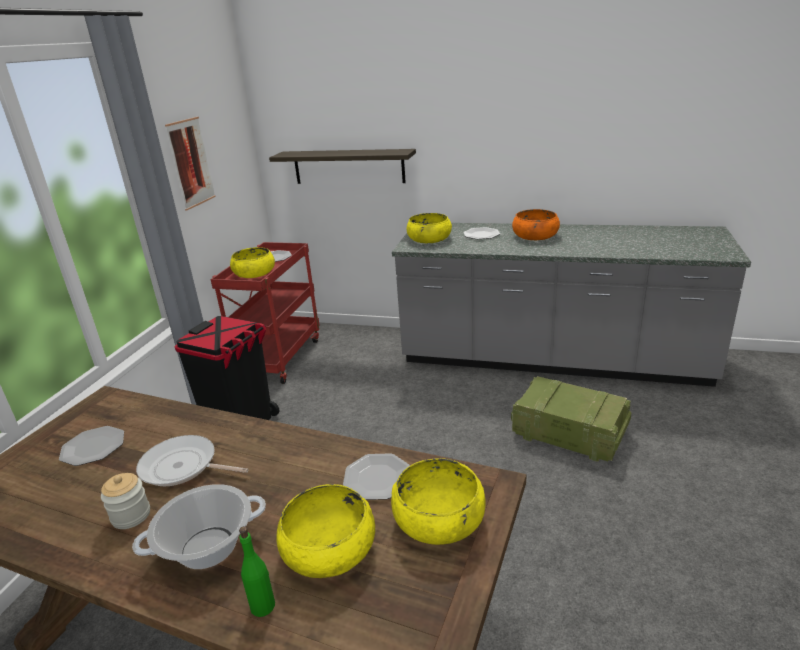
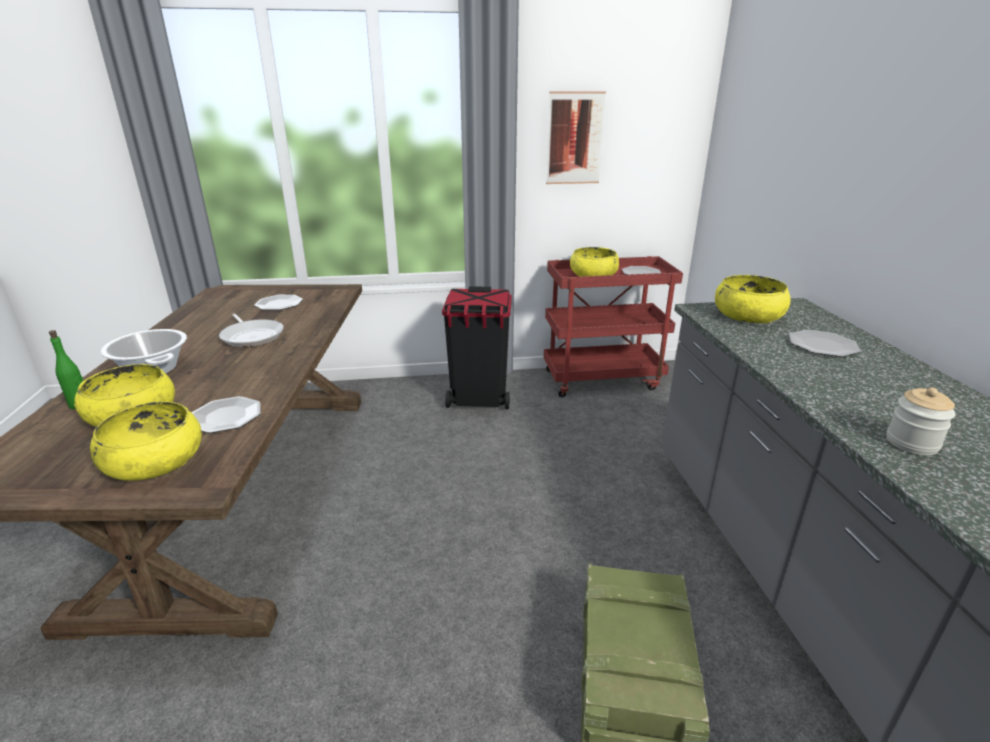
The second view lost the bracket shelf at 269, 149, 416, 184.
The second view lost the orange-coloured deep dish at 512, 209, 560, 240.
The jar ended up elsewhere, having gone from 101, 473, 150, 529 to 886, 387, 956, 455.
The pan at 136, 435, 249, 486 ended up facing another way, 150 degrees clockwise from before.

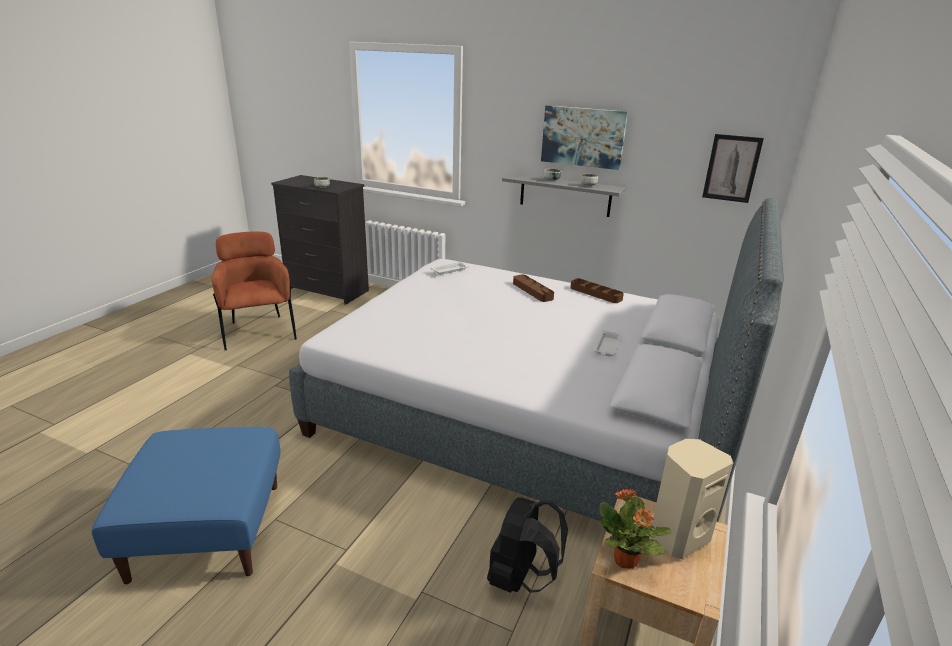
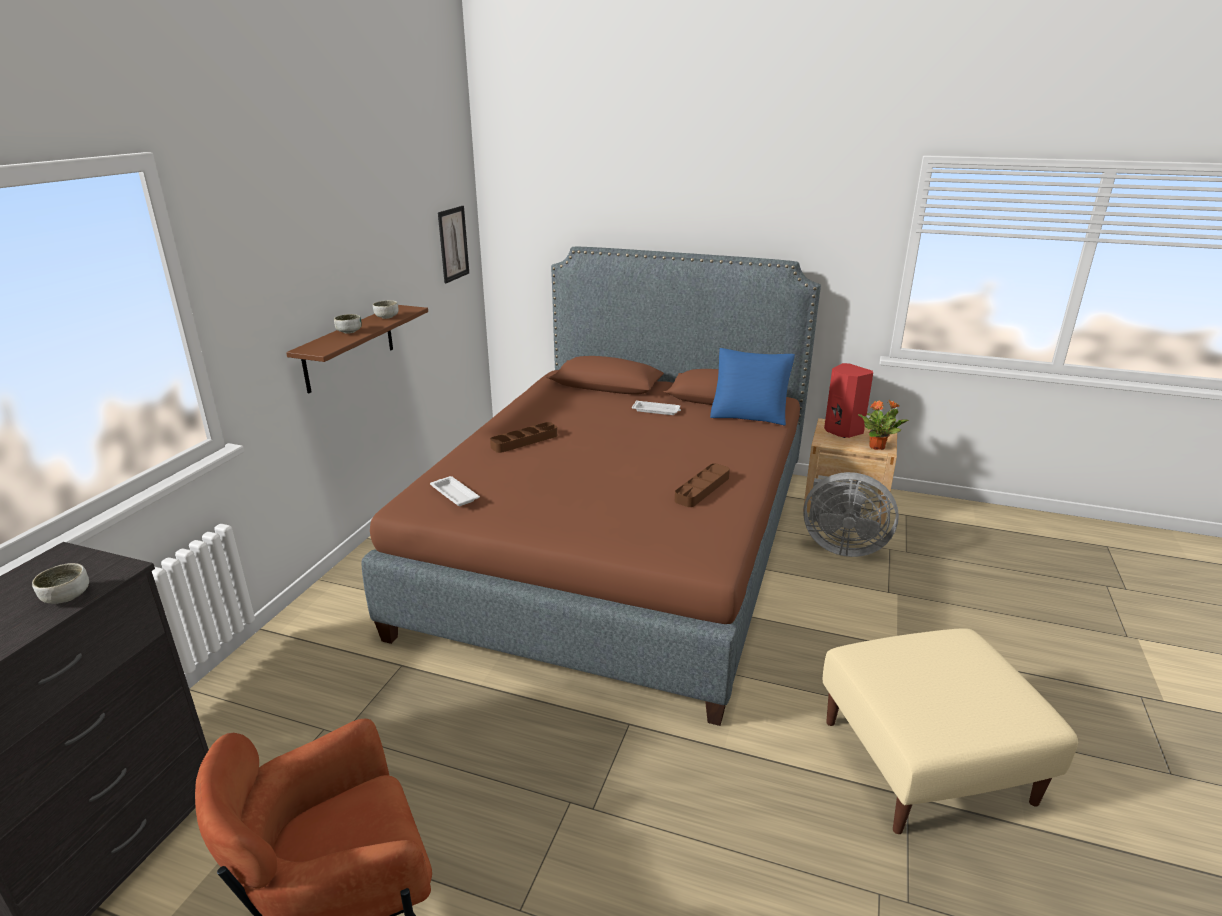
The second view lost the wall picture at 541, 105, 628, 170.
The second view gained the bluish cushion at 710, 348, 795, 426.
The brown carrying tray ended up elsewhere, having gone from 570, 278, 624, 303 to 675, 463, 730, 507.
Where the blackish backpack stood at 487, 497, 568, 593, the greyish electric fan came to stand at 803, 472, 899, 557.
What was the bluish ottoman at 92, 427, 280, 584 turned into the beige ottoman at 822, 628, 1078, 834.
What was the greyish bedroom bed at 289, 198, 784, 522 turned into the brown bedroom bed at 361, 246, 821, 726.
What was the greyish bracket shelf at 502, 173, 625, 217 turned into the brown bracket shelf at 286, 305, 428, 393.
What was the beige loudspeaker at 652, 439, 733, 559 turned into the reddish loudspeaker at 824, 363, 873, 438.

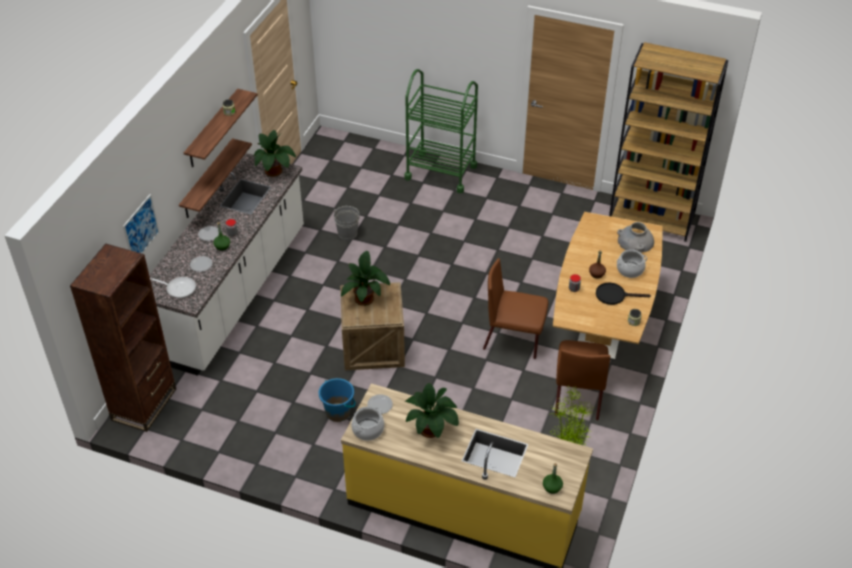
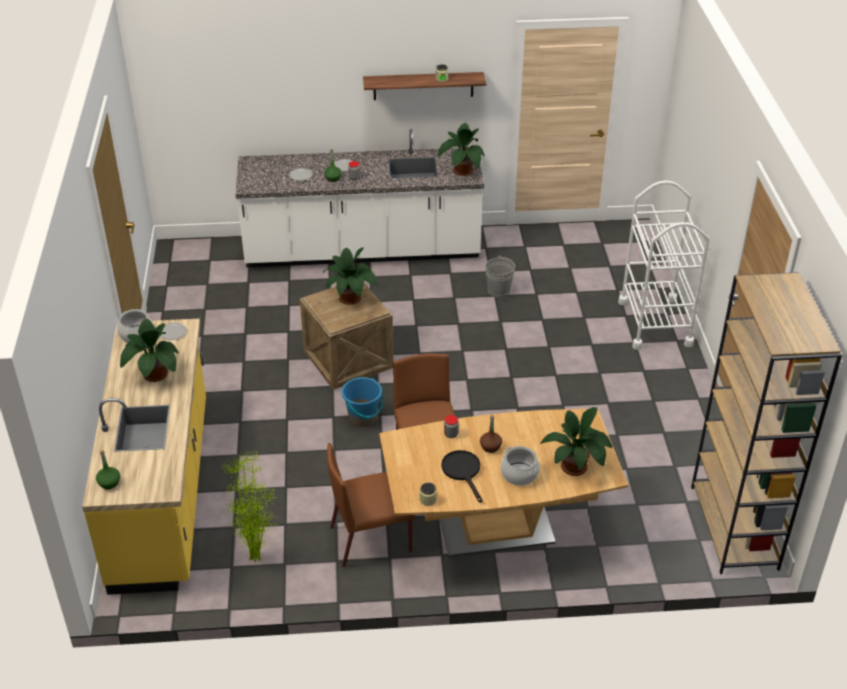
The second view lost the brown bookcase at 70, 243, 176, 432.
The second view lost the wall picture at 123, 194, 159, 254.
The second view lost the pan at 150, 277, 196, 298.
The second view lost the bracket shelf at 179, 138, 252, 218.
The bluish bucket ended up elsewhere, having gone from 318, 378, 356, 422 to 341, 377, 383, 427.
Where the greyish decorative vase stood at 617, 222, 654, 253, the plant in a pot came to stand at 540, 407, 613, 476.
What was the greenish wheeled cart at 404, 69, 478, 193 turned into the white-coloured wheeled cart at 618, 181, 709, 350.

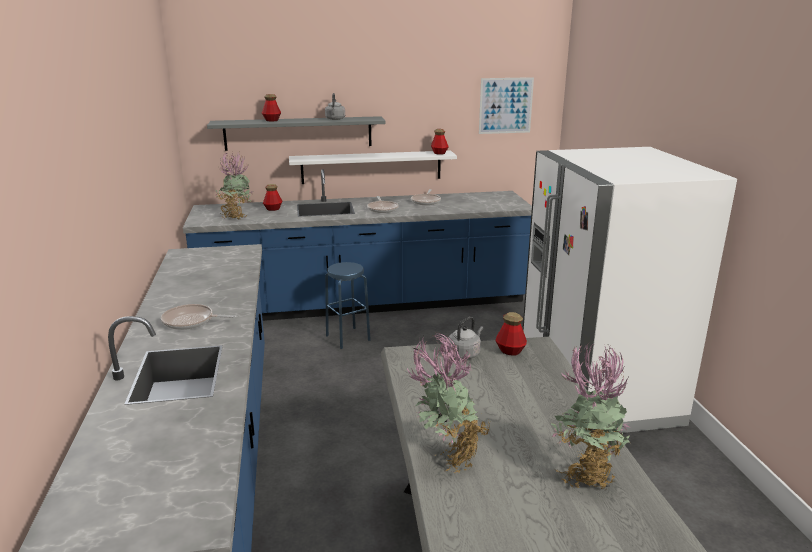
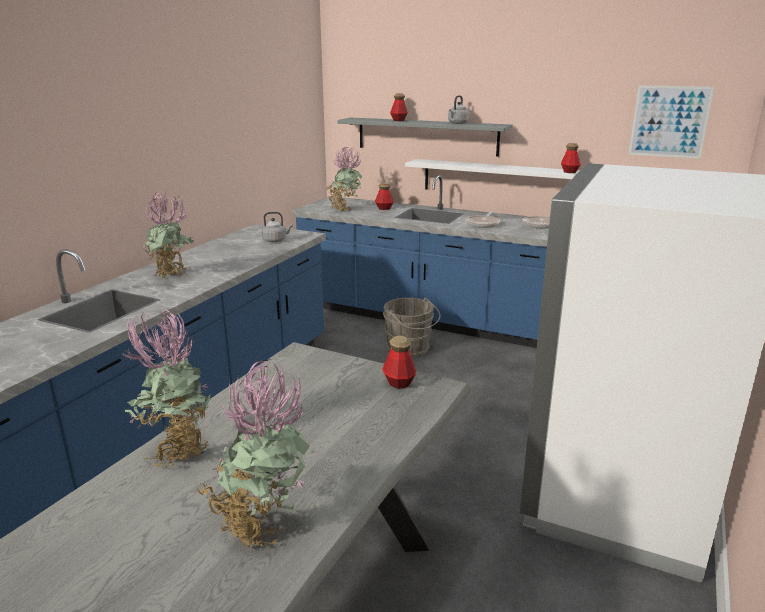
The greyish water kettle ended up elsewhere, having gone from 448, 317, 483, 359 to 262, 212, 293, 242.
Where the pan stood at 161, 304, 237, 330, the plant in a pot came to stand at 143, 193, 194, 278.
Where the bluish stool stood at 325, 262, 371, 349, the greyish bucket came to stand at 383, 298, 441, 358.

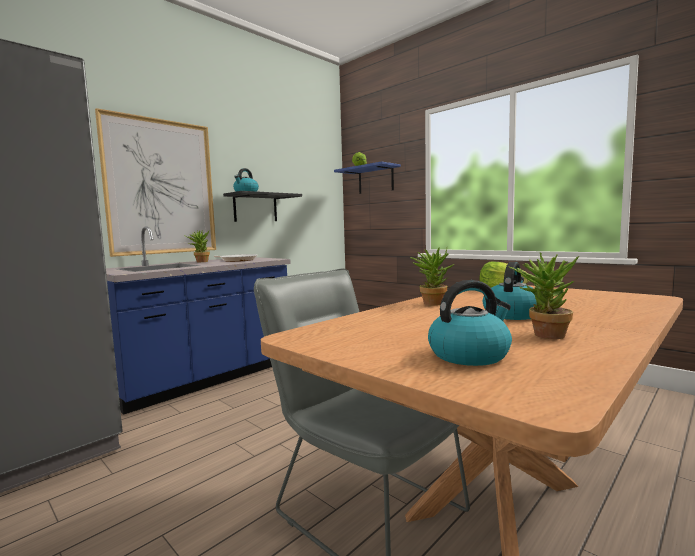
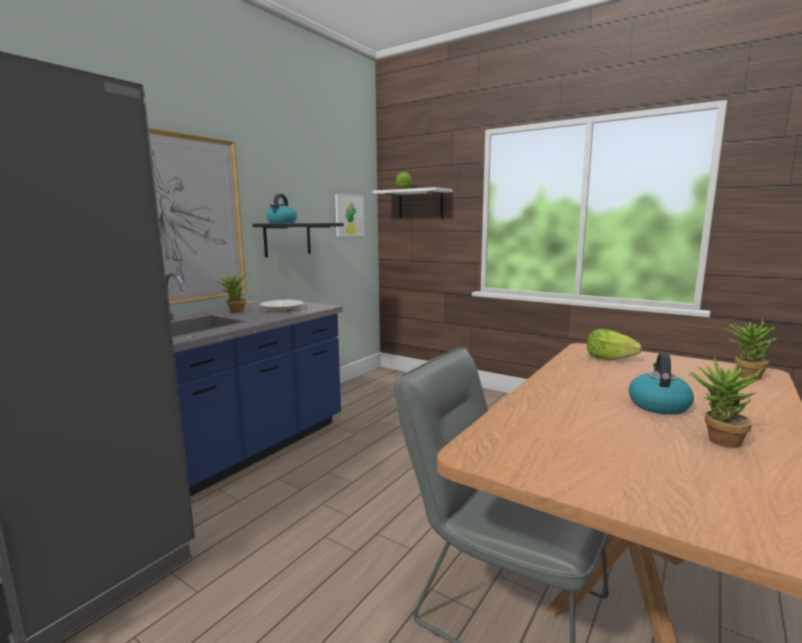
The second view lost the water kettle at 428, 280, 512, 366.
The second view gained the wall picture at 335, 194, 364, 236.
The plant in a pot ended up elsewhere, having gone from 410, 248, 454, 306 to 724, 318, 777, 380.
What was the bluish bracket shelf at 334, 161, 401, 194 turned into the white-coloured bracket shelf at 373, 187, 453, 219.

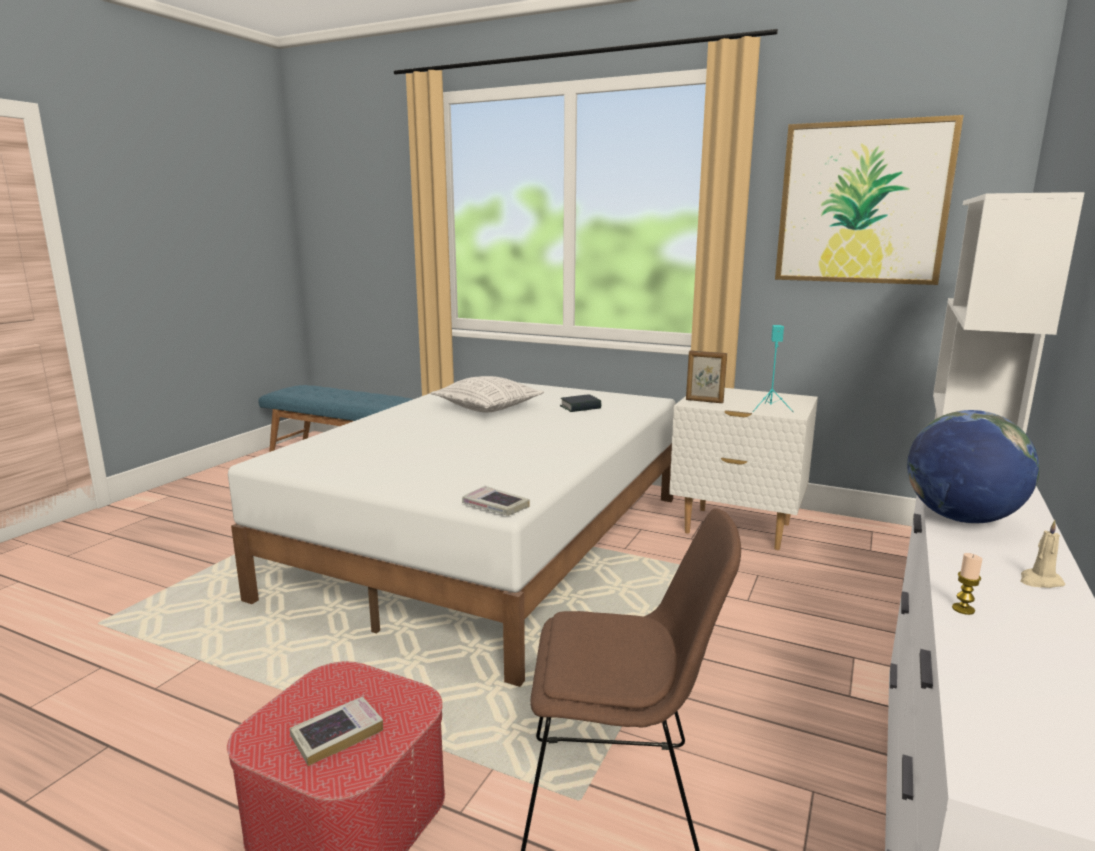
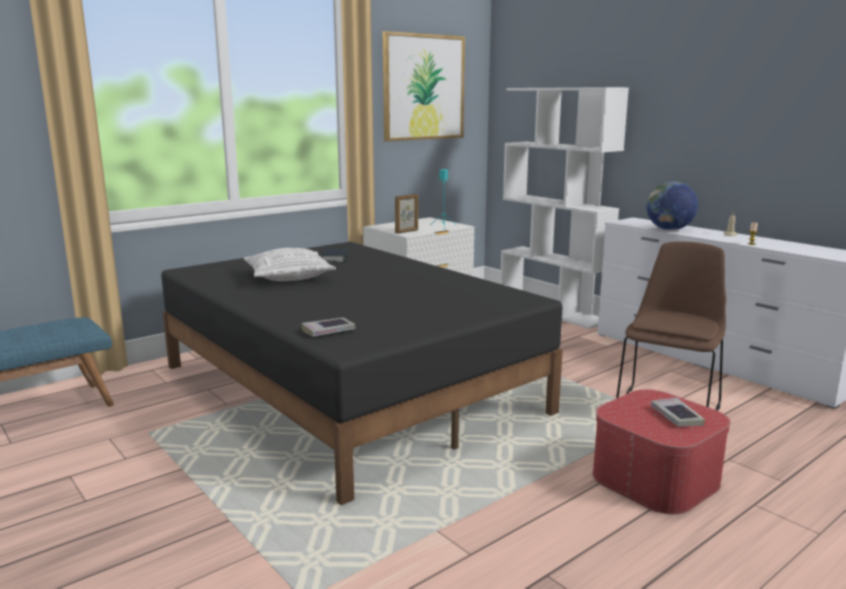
The volume ended up elsewhere, having gone from 462, 486, 530, 516 to 302, 318, 356, 337.
What was the white-coloured bedroom bed at 228, 383, 676, 687 turned into the blackish bedroom bed at 161, 242, 563, 505.

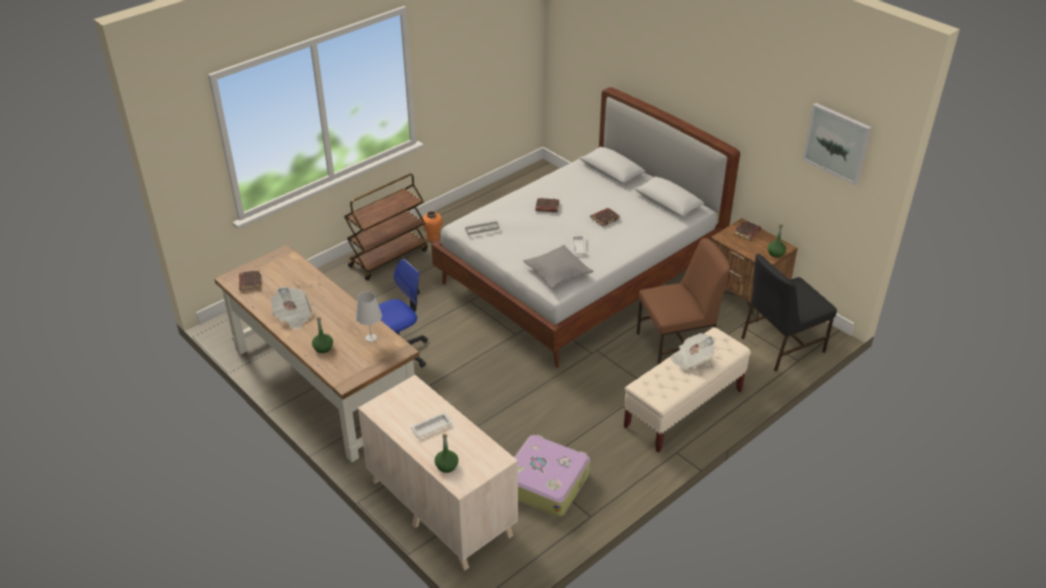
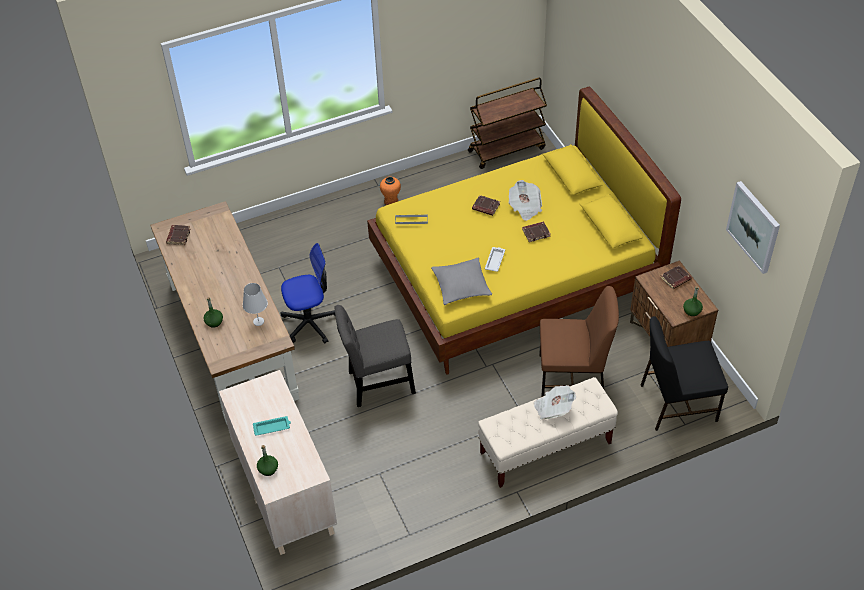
The second view lost the travel case at 514, 435, 590, 517.
The second view gained the greyish plain chair at 334, 305, 416, 407.
The daily paper ended up elsewhere, having gone from 270, 286, 313, 330 to 508, 180, 542, 221.
The brown wheeled cart ended up elsewhere, having gone from 344, 174, 428, 281 to 468, 77, 547, 169.
What was the white-coloured carrying tray at 411, 413, 452, 438 turned into the turquoise-coloured carrying tray at 253, 416, 291, 436.
What was the white-coloured bedroom bed at 431, 87, 740, 368 turned into the yellowish bedroom bed at 367, 87, 681, 375.

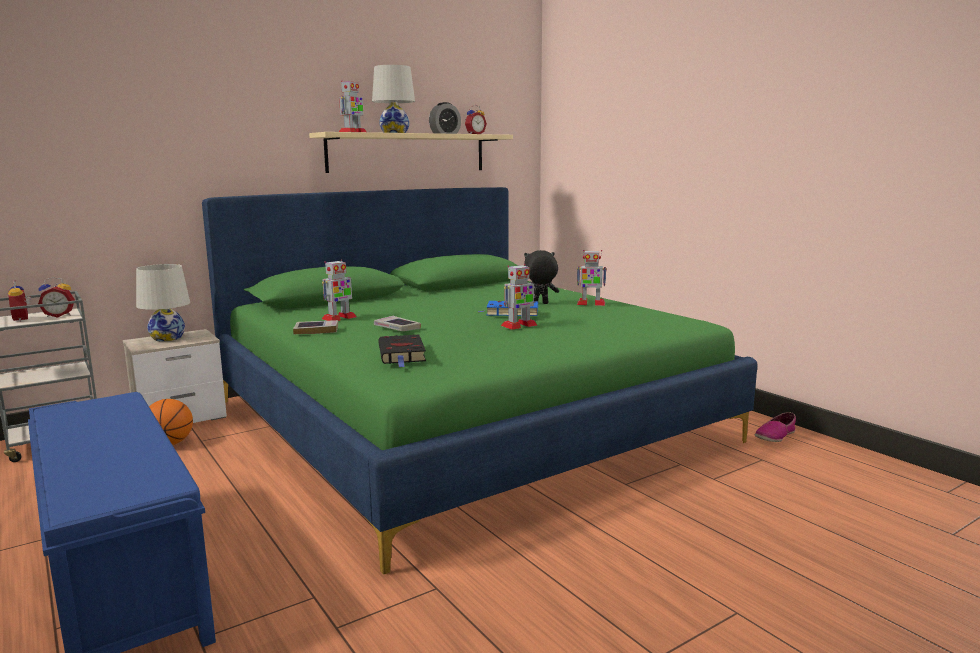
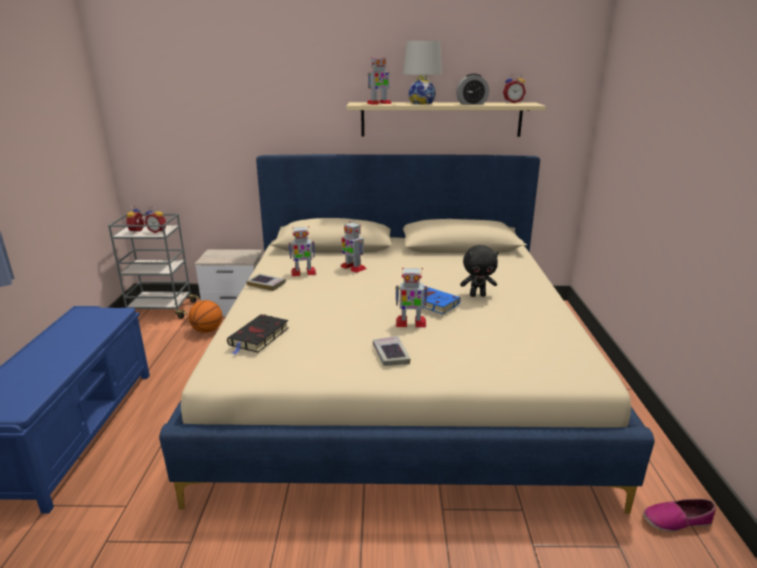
The second view lost the white-coloured table lamp at 136, 264, 190, 341.
The volume ended up elsewhere, having gone from 374, 316, 421, 331 to 373, 336, 411, 366.
The model robot ended up elsewhere, having gone from 577, 250, 607, 306 to 340, 221, 366, 273.
What was the greenish bedroom bed at 202, 187, 757, 574 turned into the beige bedroom bed at 159, 154, 655, 514.
The blackish plush toy at 524, 250, 559, 304 ended up facing another way, 150 degrees clockwise from before.

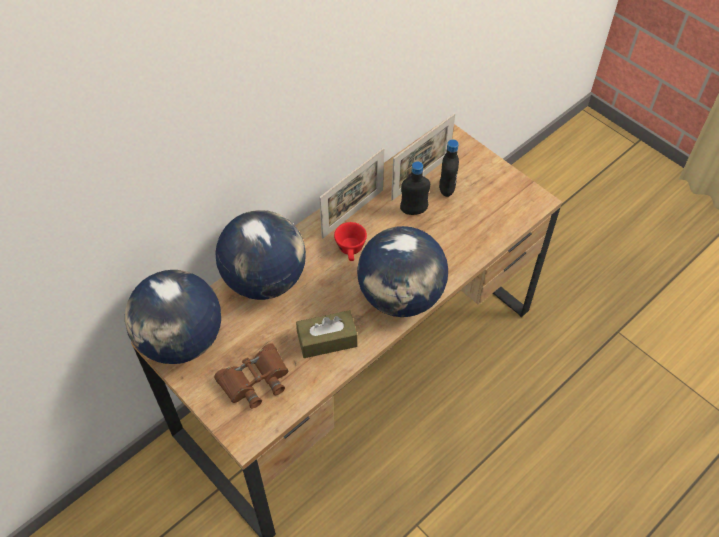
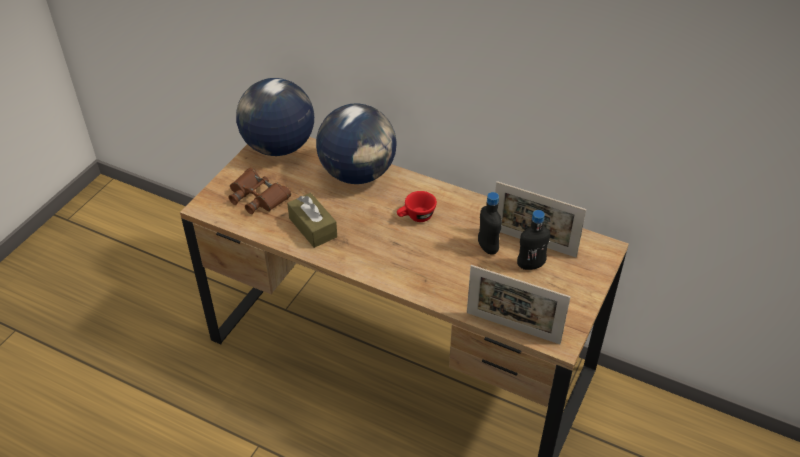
The second view lost the desk globe at 357, 226, 448, 317.
The photo frame ended up elsewhere, having gone from 319, 148, 384, 239 to 467, 265, 570, 344.

